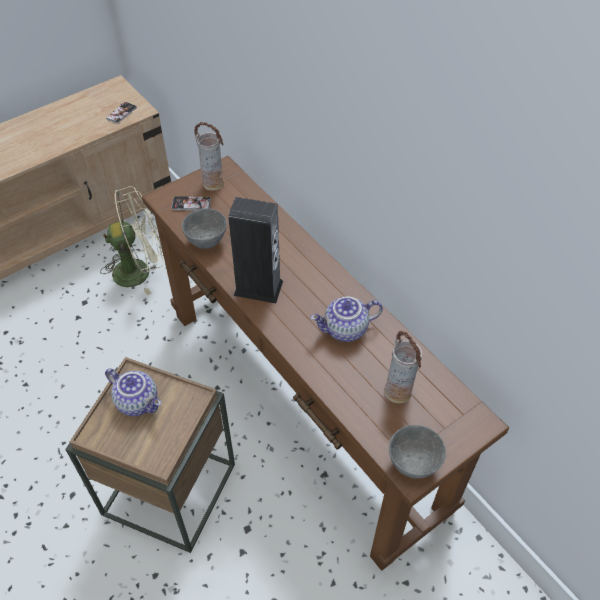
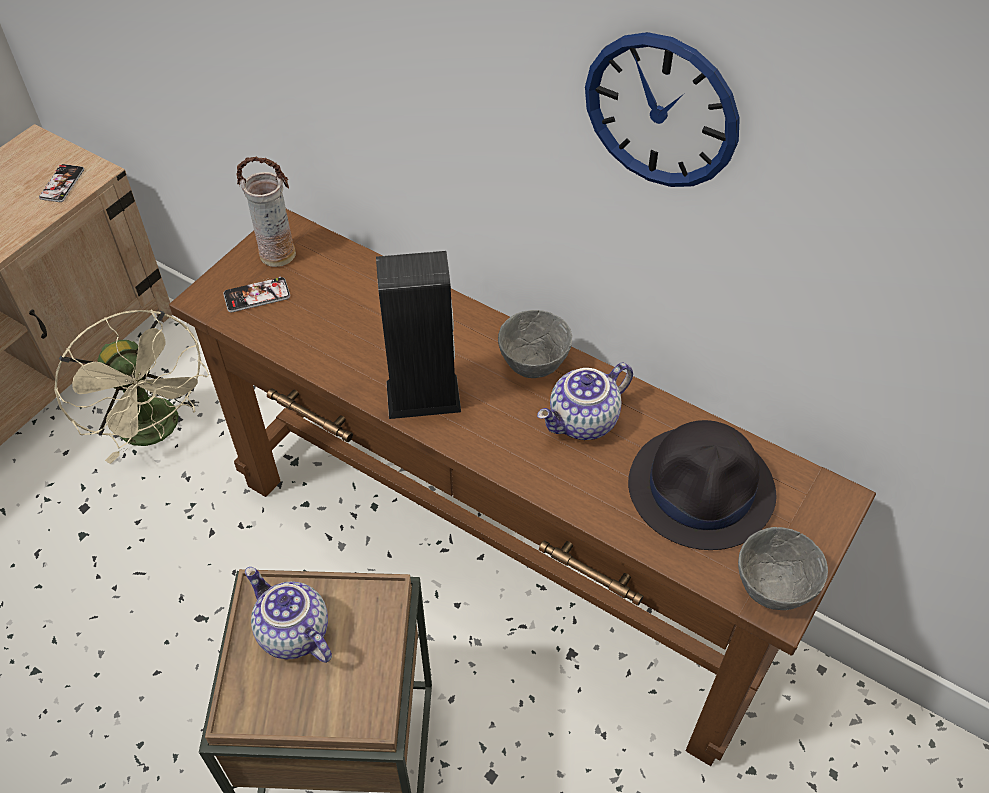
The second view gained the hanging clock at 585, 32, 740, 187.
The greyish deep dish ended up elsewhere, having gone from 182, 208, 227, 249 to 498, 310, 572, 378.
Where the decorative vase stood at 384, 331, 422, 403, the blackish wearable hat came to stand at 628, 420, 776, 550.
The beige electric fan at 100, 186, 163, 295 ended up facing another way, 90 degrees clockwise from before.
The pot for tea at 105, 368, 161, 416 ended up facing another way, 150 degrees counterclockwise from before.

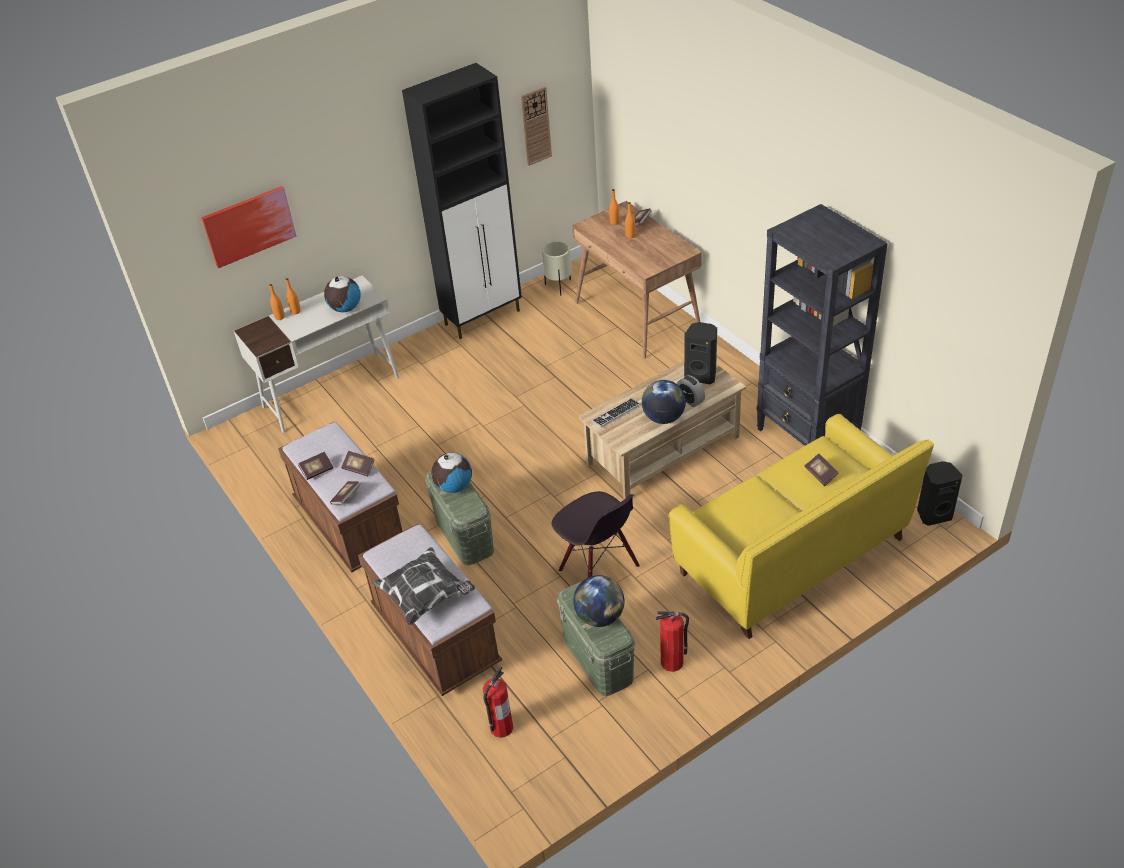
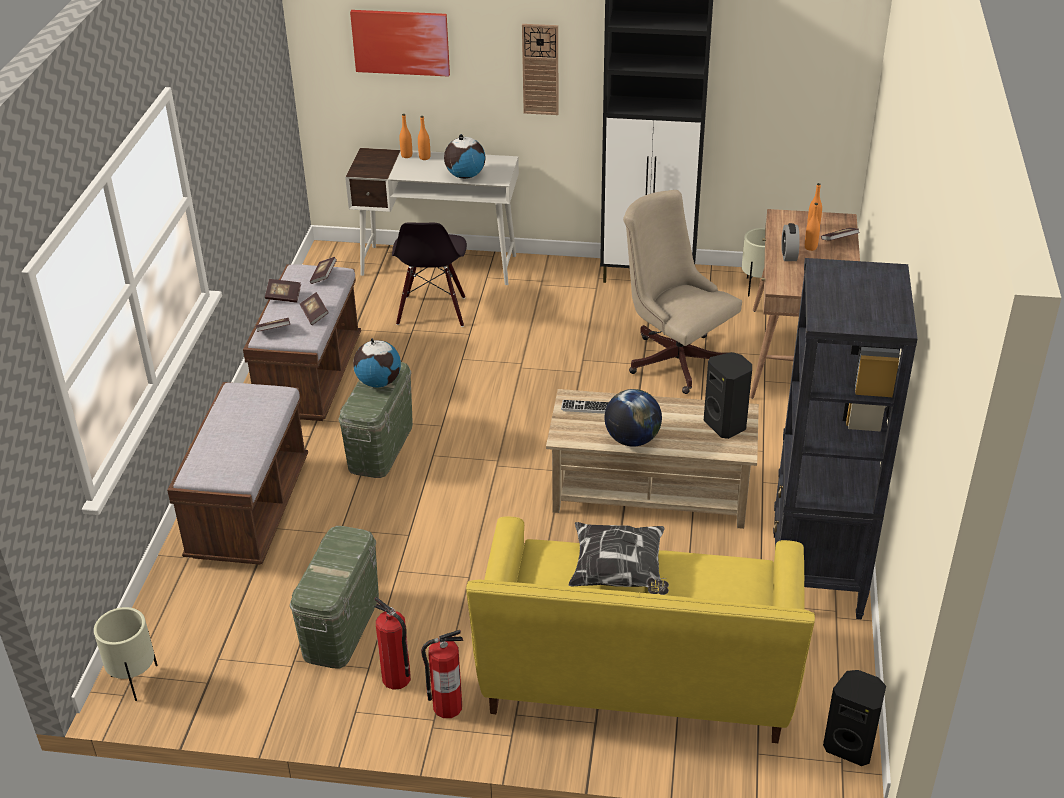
The second view lost the desk globe at 573, 575, 625, 627.
The second view gained the beige plant pot at 94, 607, 158, 701.
The second view gained the beige computer chair at 623, 190, 742, 394.
The cushion ended up elsewhere, having gone from 372, 547, 475, 626 to 569, 522, 669, 595.
The fire extinguisher ended up elsewhere, having gone from 483, 666, 513, 738 to 421, 630, 463, 718.
The hanging clock ended up elsewhere, having gone from 521, 87, 552, 166 to 522, 24, 559, 115.
The blackish plain chair ended up elsewhere, having gone from 552, 491, 640, 577 to 392, 222, 467, 327.
The table clock ended up elsewhere, having gone from 676, 375, 705, 407 to 781, 223, 800, 261.
The volume ended up elsewhere, having gone from 805, 454, 839, 486 to 310, 257, 337, 284.

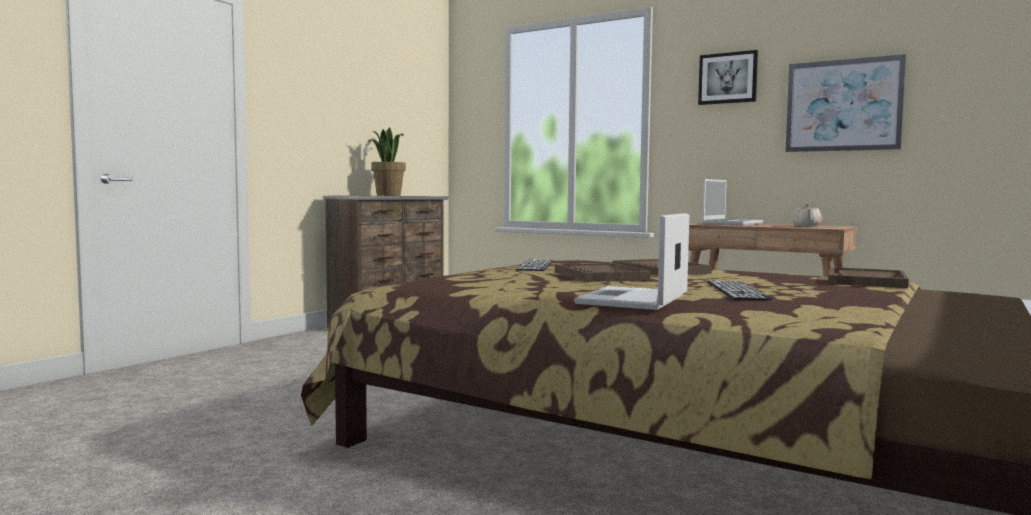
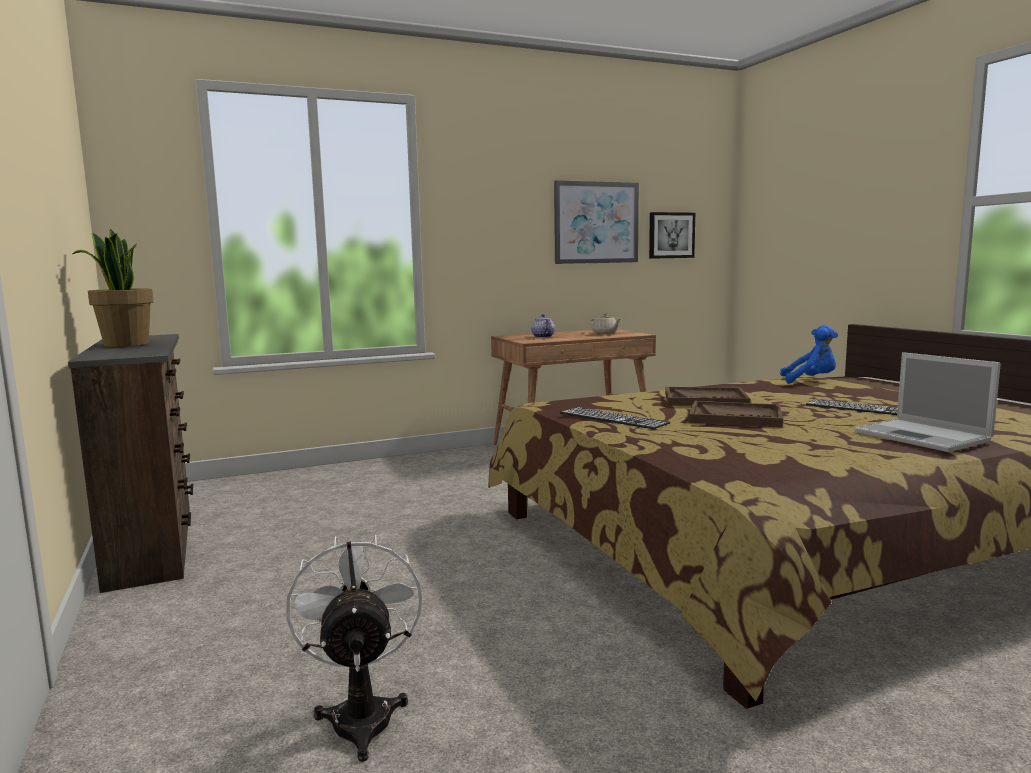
The second view gained the white-coloured electric fan at 286, 535, 422, 762.
The wall picture ended up elsewhere, having gone from 698, 50, 758, 105 to 649, 212, 695, 259.
Where the portable computer stood at 702, 179, 763, 226, the pot for tea came to stand at 531, 314, 555, 338.
Where the brown carrying tray stood at 828, 267, 909, 288, the bluish plush toy came to stand at 780, 325, 838, 384.

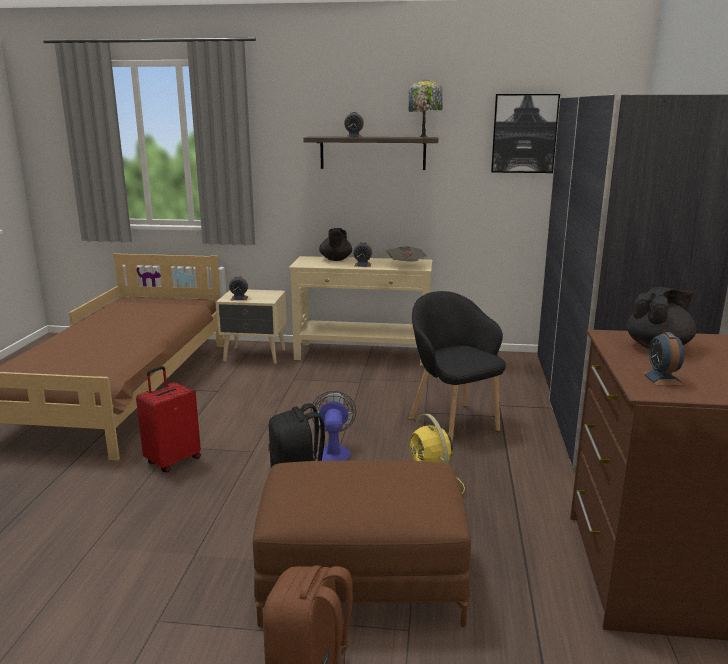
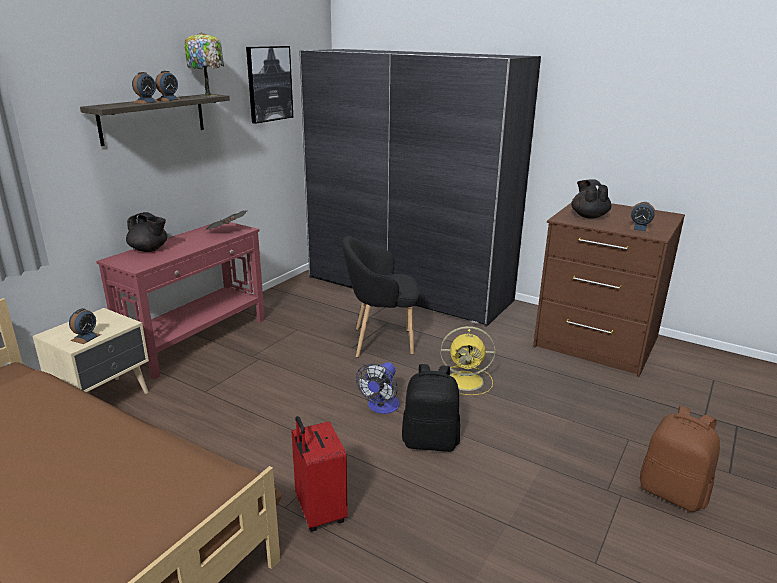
The second view lost the brown ottoman at 253, 460, 471, 627.
The table clock ended up elsewhere, having gone from 353, 242, 372, 267 to 155, 71, 182, 101.
What was the beige narrow table at 289, 256, 432, 366 turned into the reddish narrow table at 96, 222, 265, 380.
The electric fan at 311, 391, 356, 461 ended up facing another way, 90 degrees counterclockwise from before.

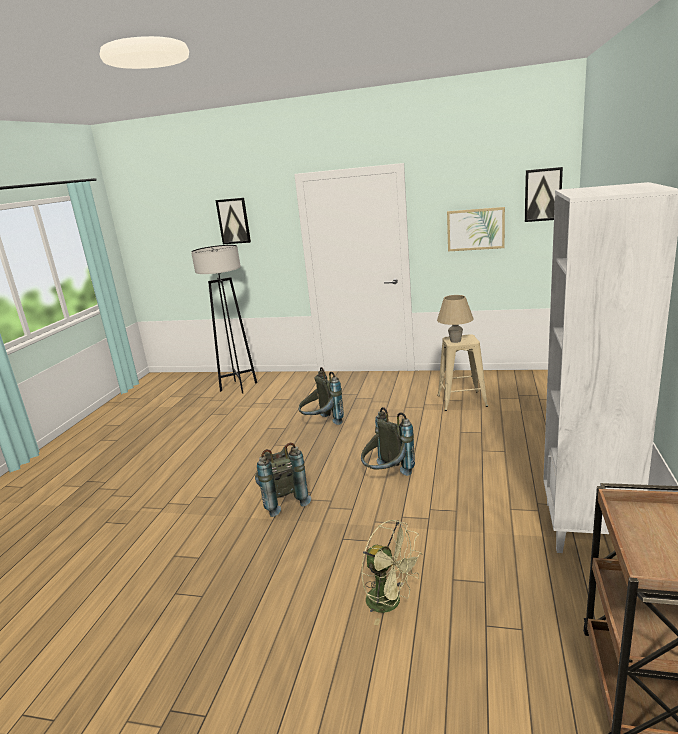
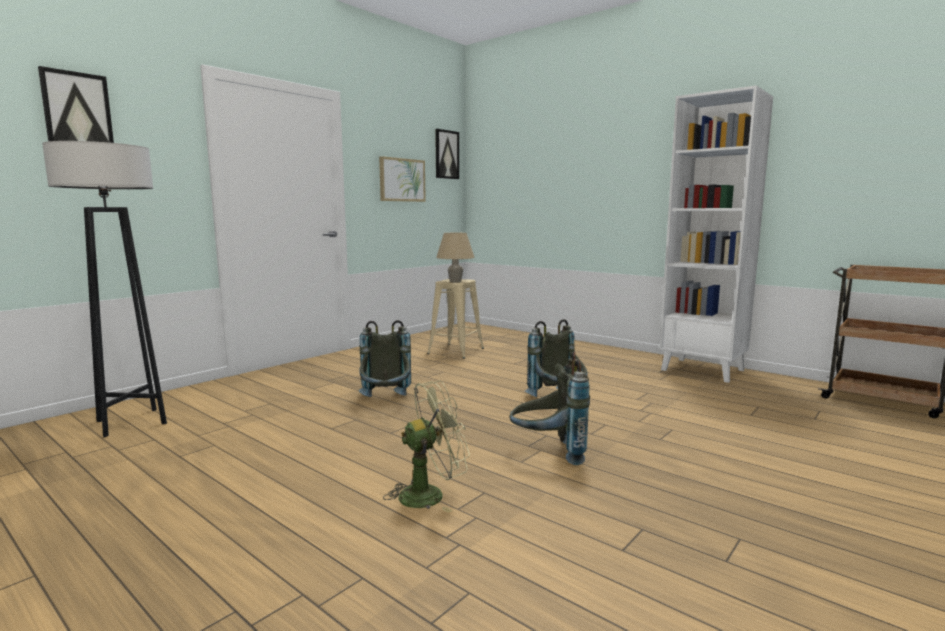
The greenish electric fan ended up elsewhere, having gone from 361, 520, 423, 625 to 383, 380, 470, 513.

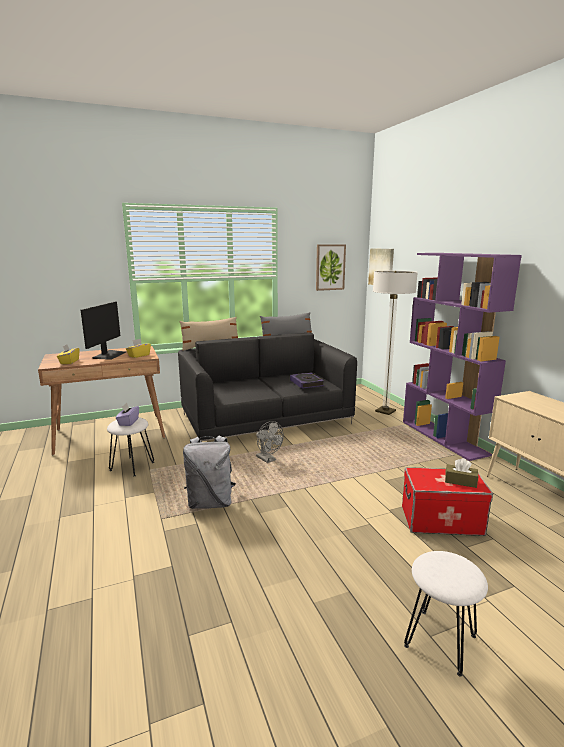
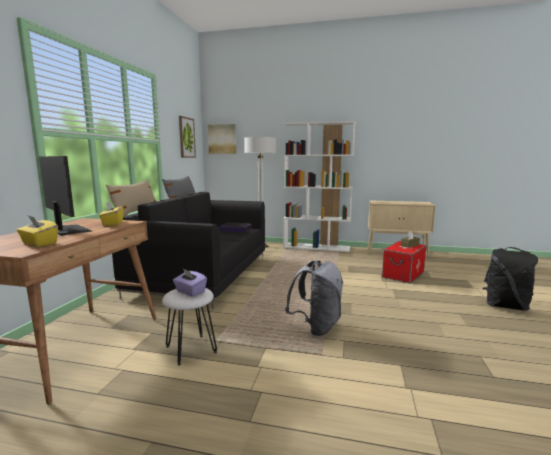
The second view lost the greyish electric fan at 256, 421, 283, 463.
Where the white-coloured stool stood at 404, 551, 488, 677, the blackish backpack came to stand at 483, 247, 538, 311.
What was the purple-coloured bookcase at 403, 253, 522, 461 turned into the white-coloured bookcase at 283, 121, 355, 252.

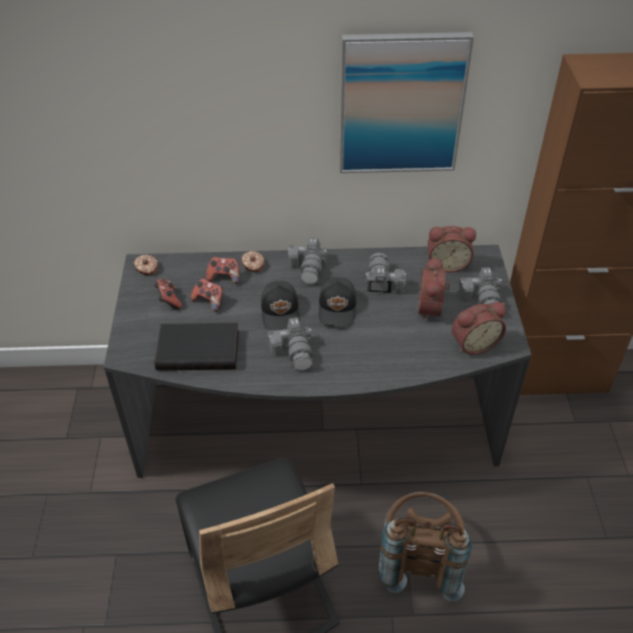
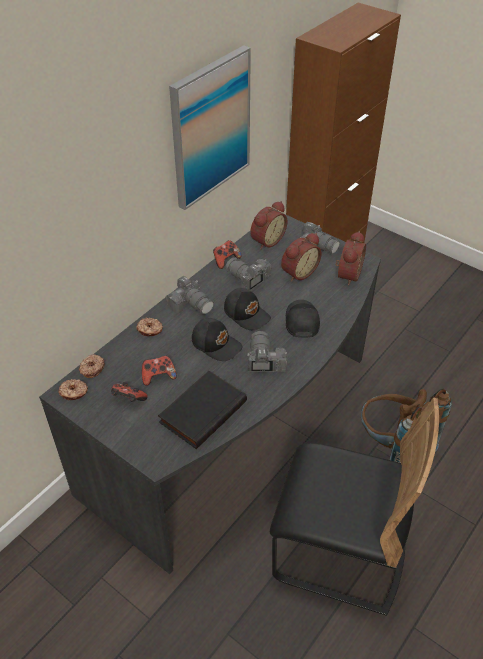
The second view gained the doughnut at 79, 354, 105, 378.
The second view gained the blackish peaked cap at 286, 300, 320, 338.
The gamepad ended up elsewhere, having gone from 206, 257, 240, 284 to 213, 240, 242, 269.
The still camera at 267, 317, 313, 371 ended up facing another way, 120 degrees counterclockwise from before.
The table clock at 418, 256, 450, 321 ended up facing another way, 90 degrees counterclockwise from before.

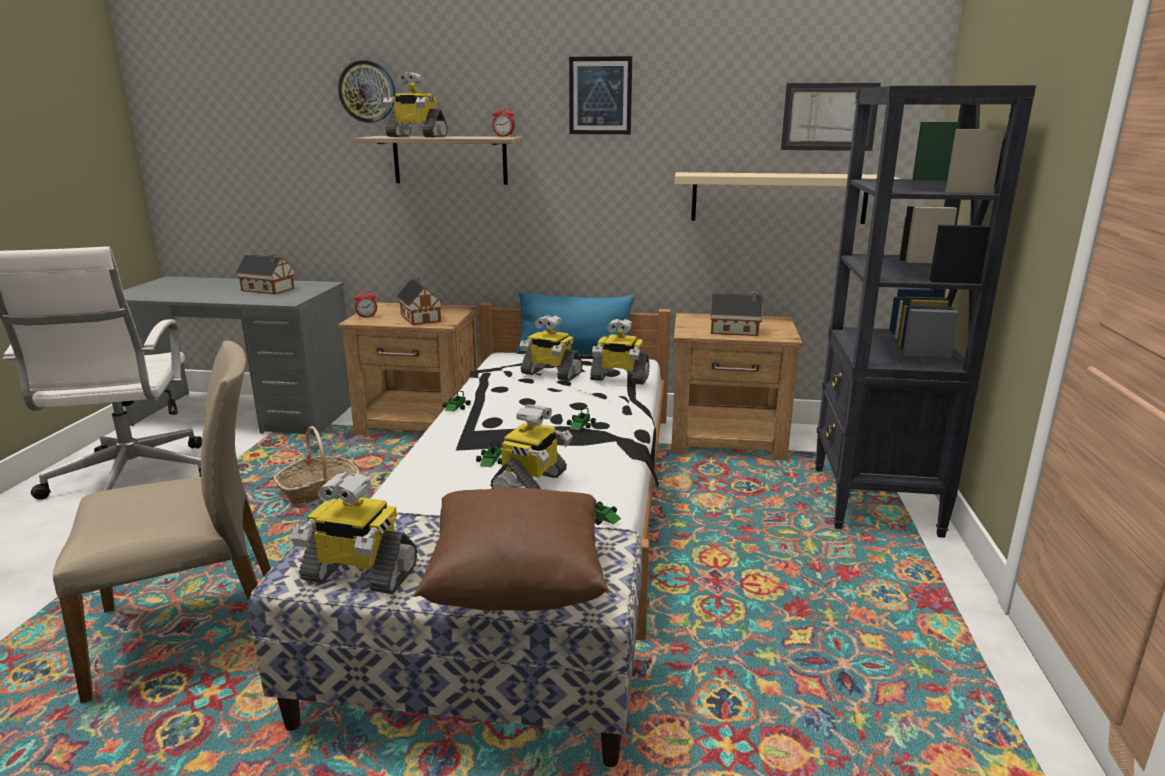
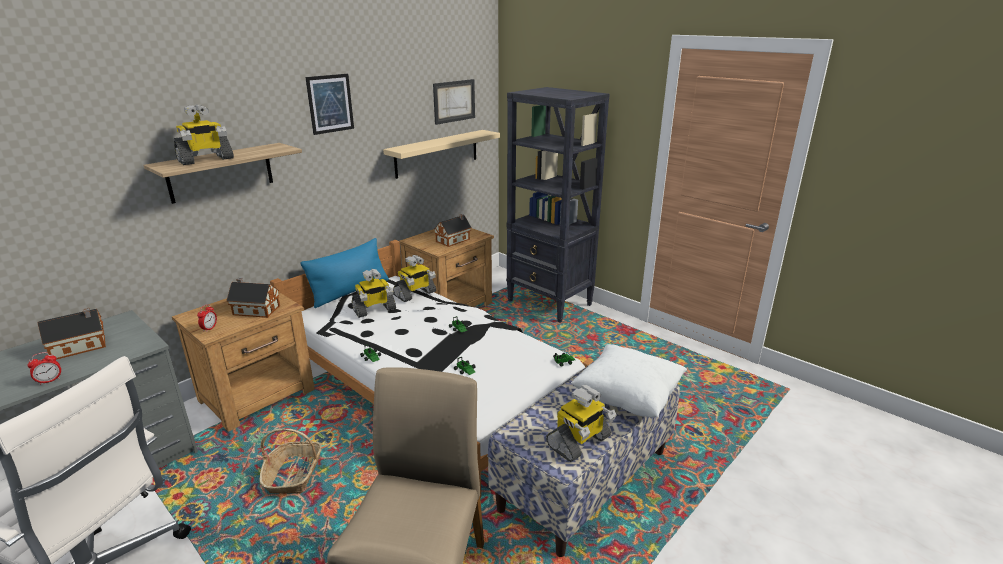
The second view lost the hanging clock at 338, 60, 396, 123.
The second view lost the model robot at 490, 404, 572, 489.
The table clock ended up elsewhere, having gone from 492, 105, 515, 137 to 27, 352, 61, 385.
What was the brown cushion at 414, 488, 609, 611 turned into the white-coloured cushion at 571, 344, 687, 417.

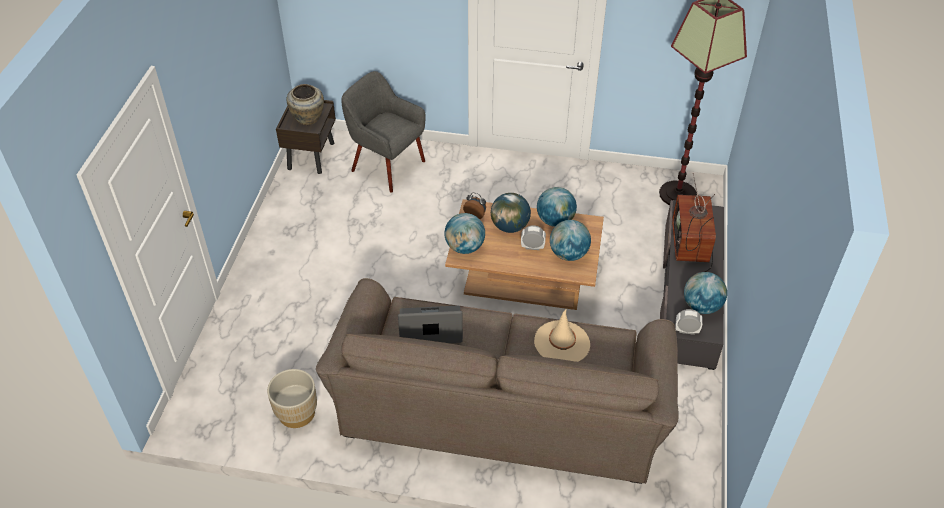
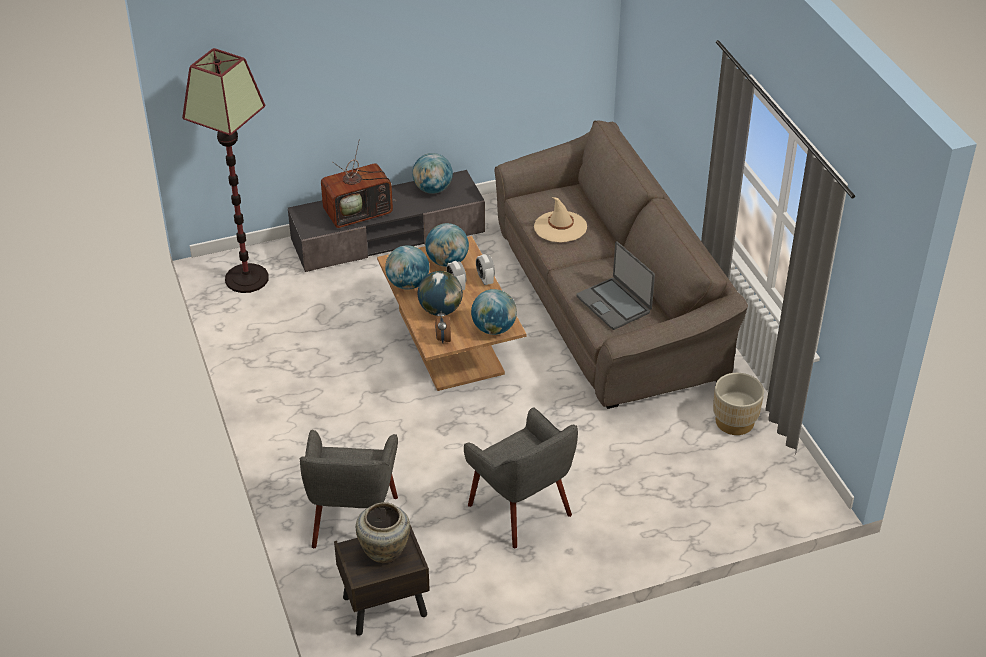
The second view gained the greyish armchair at 464, 407, 578, 548.
The table clock ended up elsewhere, having gone from 676, 309, 702, 335 to 476, 254, 495, 285.

